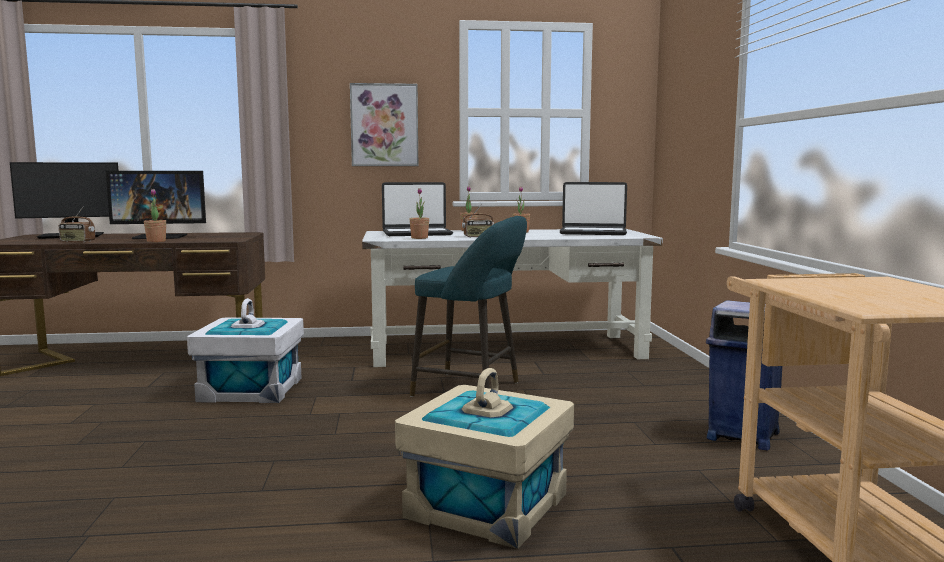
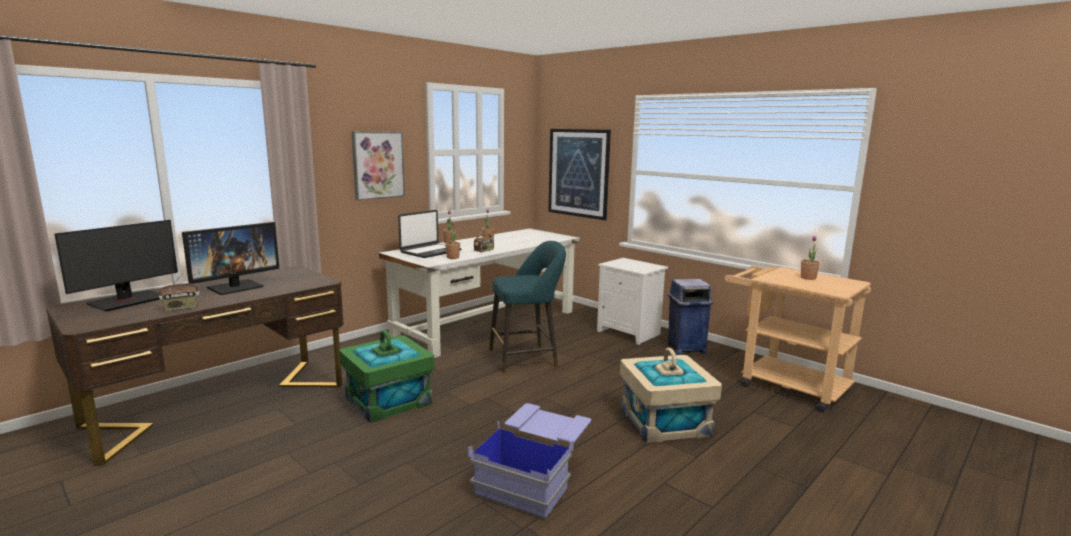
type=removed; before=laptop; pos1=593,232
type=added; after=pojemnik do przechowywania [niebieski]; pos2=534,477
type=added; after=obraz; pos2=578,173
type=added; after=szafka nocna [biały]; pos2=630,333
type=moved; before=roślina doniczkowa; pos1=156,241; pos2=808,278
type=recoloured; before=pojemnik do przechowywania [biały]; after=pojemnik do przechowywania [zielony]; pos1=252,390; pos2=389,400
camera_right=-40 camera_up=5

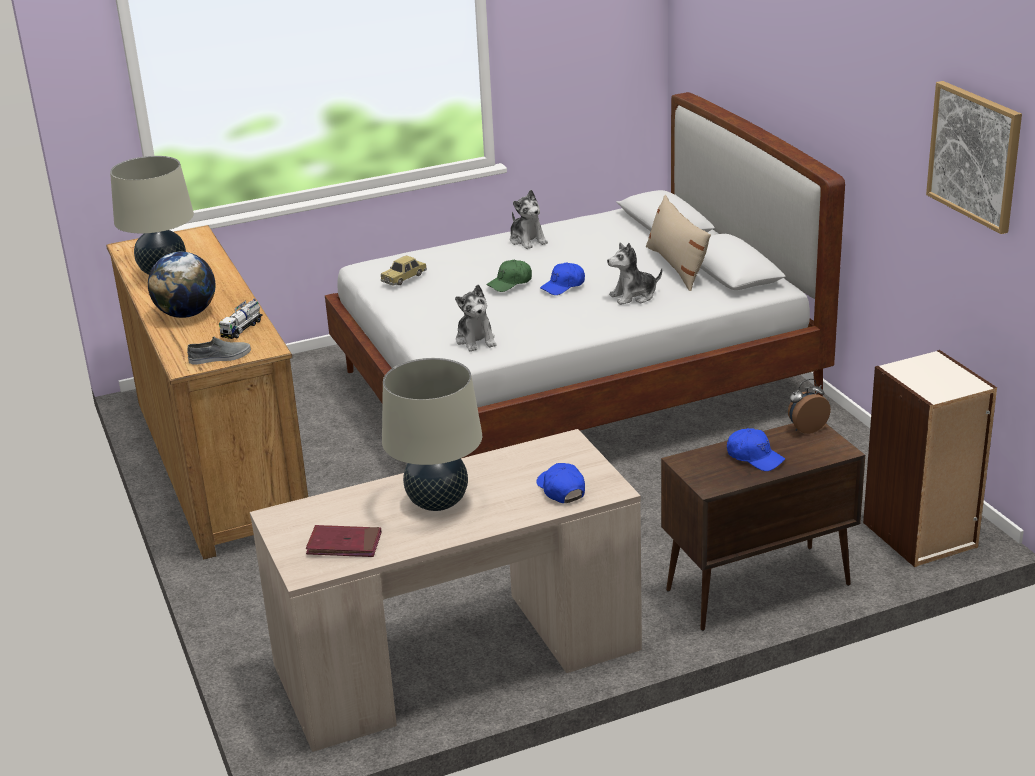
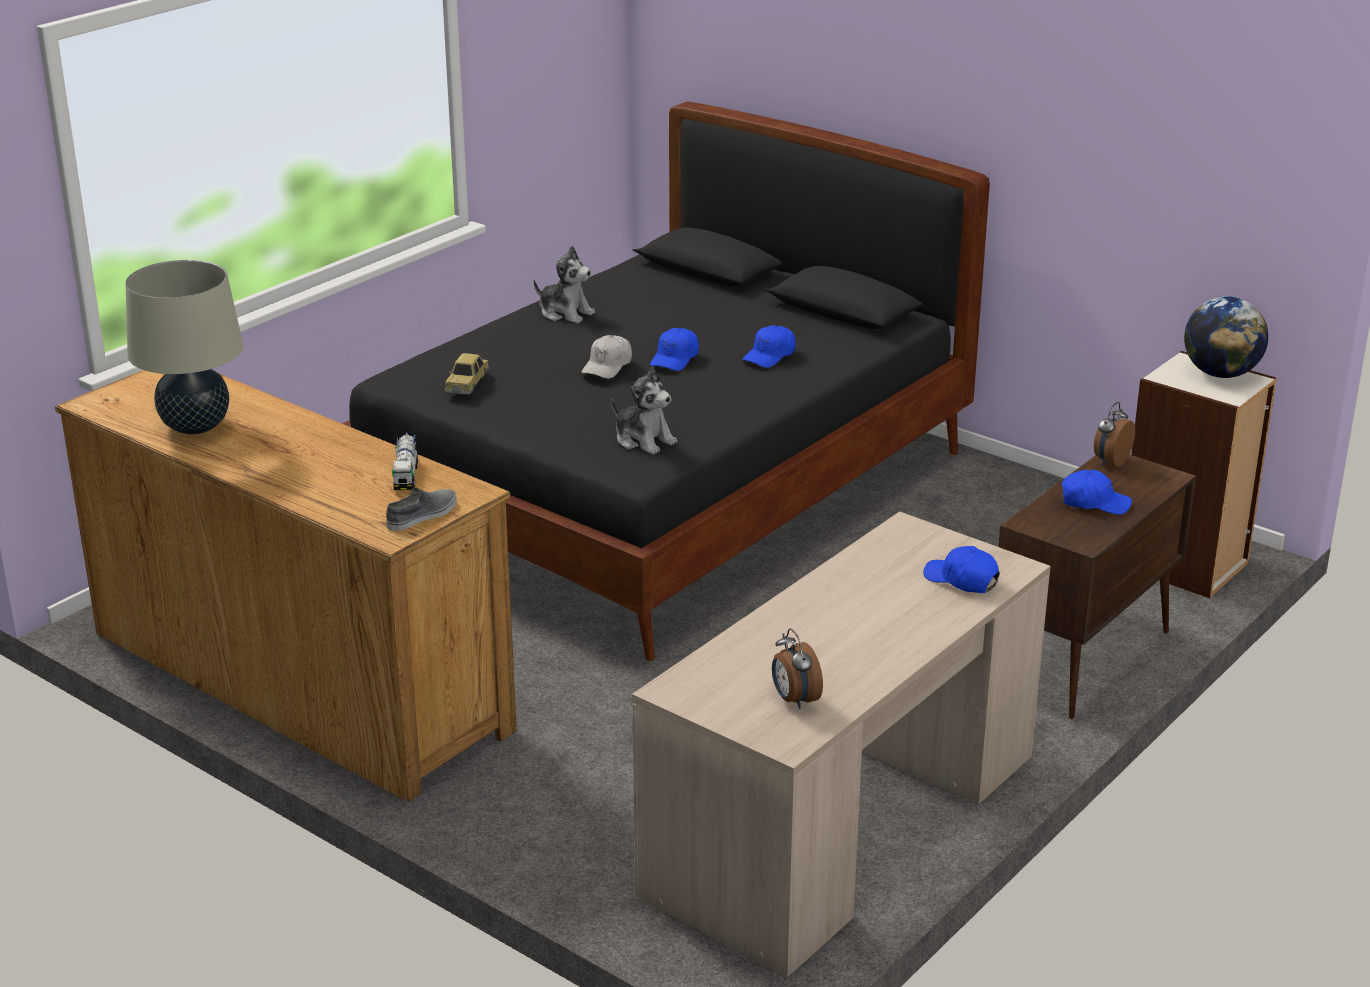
type=removed; before=lampa stołowa [beżowy]; pos1=437,502
type=removed; before=poduszka [beżowy]; pos1=677,267
type=removed; before=obraz; pos1=975,155
type=moved; before=globus; pos1=187,314; pos2=1221,374
type=replaced; before=książka [czerwony]; after=budzik; pos1=344,544; pos2=794,700
type=replaced; before=pluszak; after=czapka z daszkiem [niebieski]; pos1=634,296; pos2=770,356
type=recoloured; before=łóżko [biały]; after=łóżko [czarny]; pos1=574,390; pos2=667,493
type=recoloured; before=czapka z daszkiem [zielony]; after=czapka z daszkiem [biały]; pos1=510,283; pos2=608,366
camera_right=-30 camera_up=0

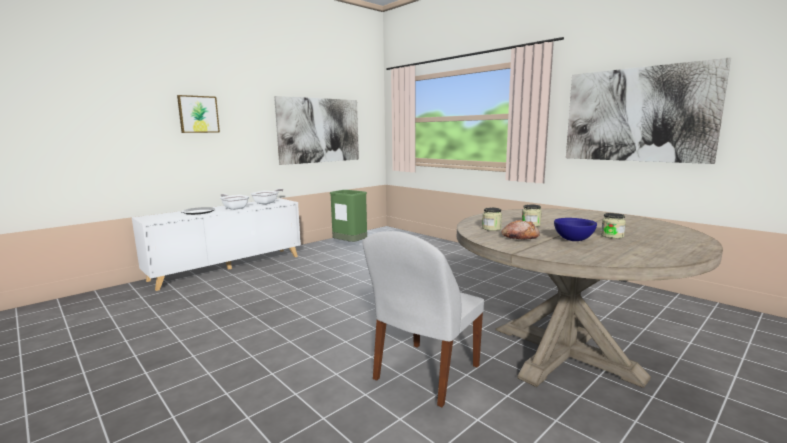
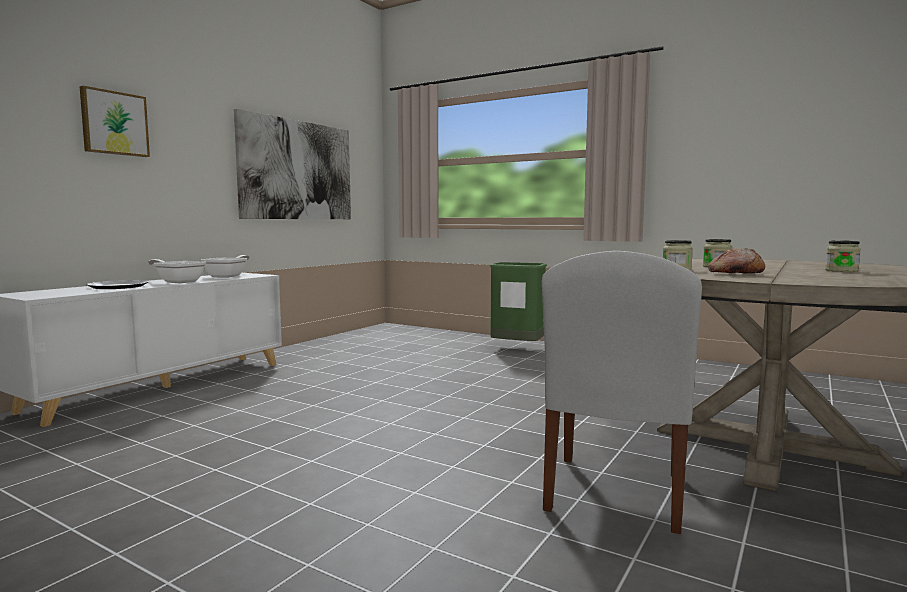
type=removed; before=miska [niebieski]; pos1=574,240
type=removed; before=obraz; pos1=637,115
type=moved; before=kosz na śmieci [zielony]; pos1=350,245; pos2=516,349
camera_right=-15 camera_up=-5

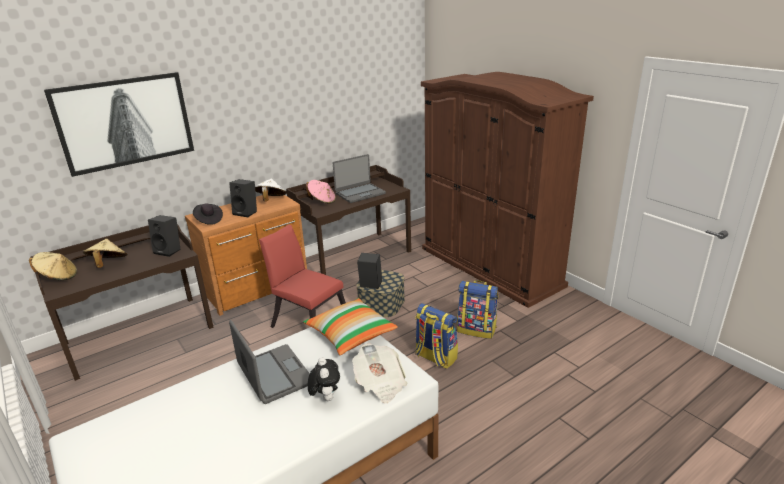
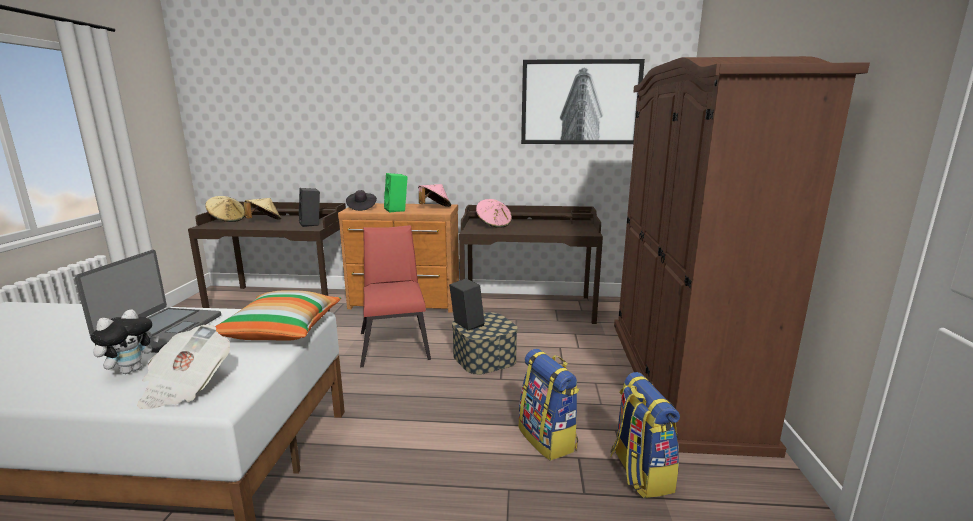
type=removed; before=laptop; pos1=360,193
type=moved; before=obraz; pos1=125,122; pos2=580,102
type=moved; before=plecak; pos1=435,357; pos2=640,472
type=recoloured; before=głośnik [czarny]; after=głośnik [zielony]; pos1=246,212; pos2=397,210
type=recoloured; before=kapelusz [biały]; after=kapelusz [różowy]; pos1=270,200; pos2=434,208
camera_right=40 camera_up=-10

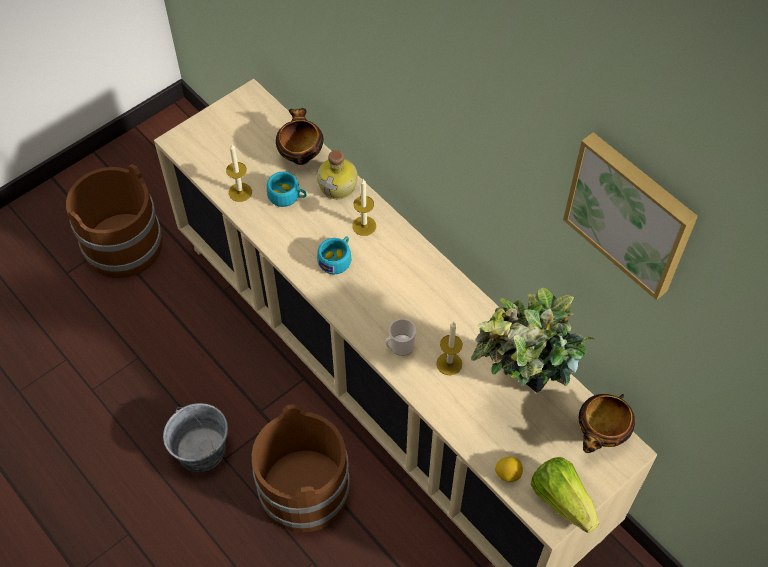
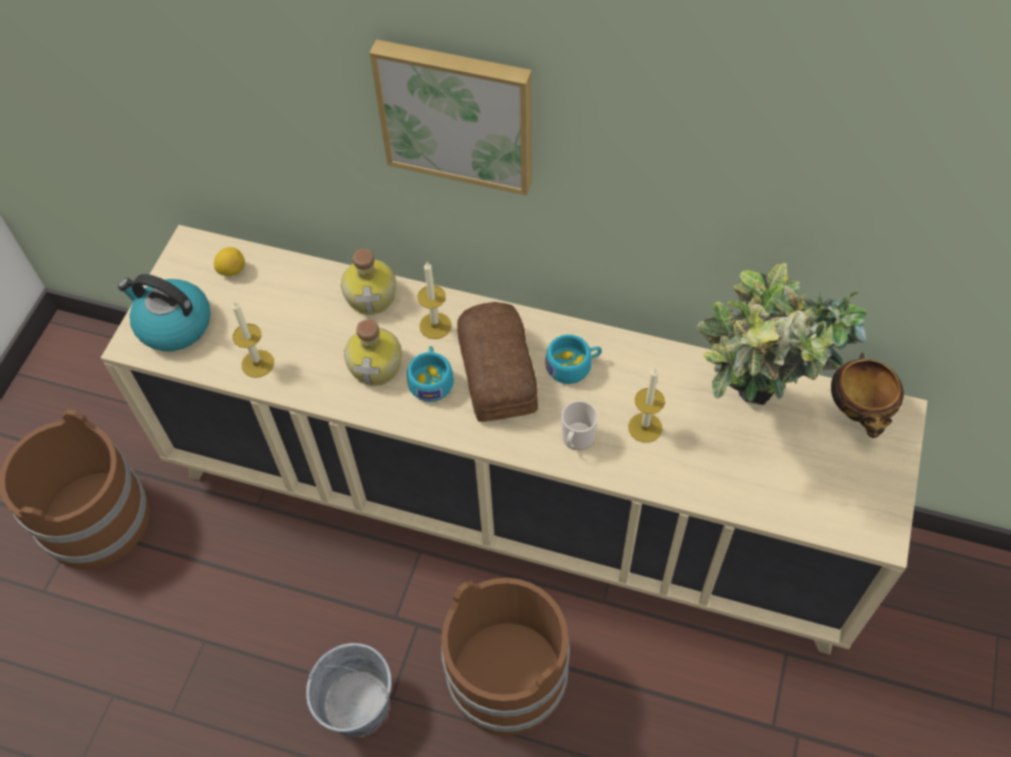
type=removed; before=miska; pos1=300,155
type=removed; before=sałata; pos1=562,500
type=added; after=czajnik; pos2=173,325
type=added; after=butelka; pos2=377,365
type=added; after=chleb; pos2=498,371
type=moved; before=filiżanka [turkusowy]; pos1=287,196; pos2=573,365
type=moved; before=cytryna; pos1=508,474; pos2=232,270
type=moved; before=obraz; pos1=631,213; pos2=457,114
camera_right=-30 camera_up=0

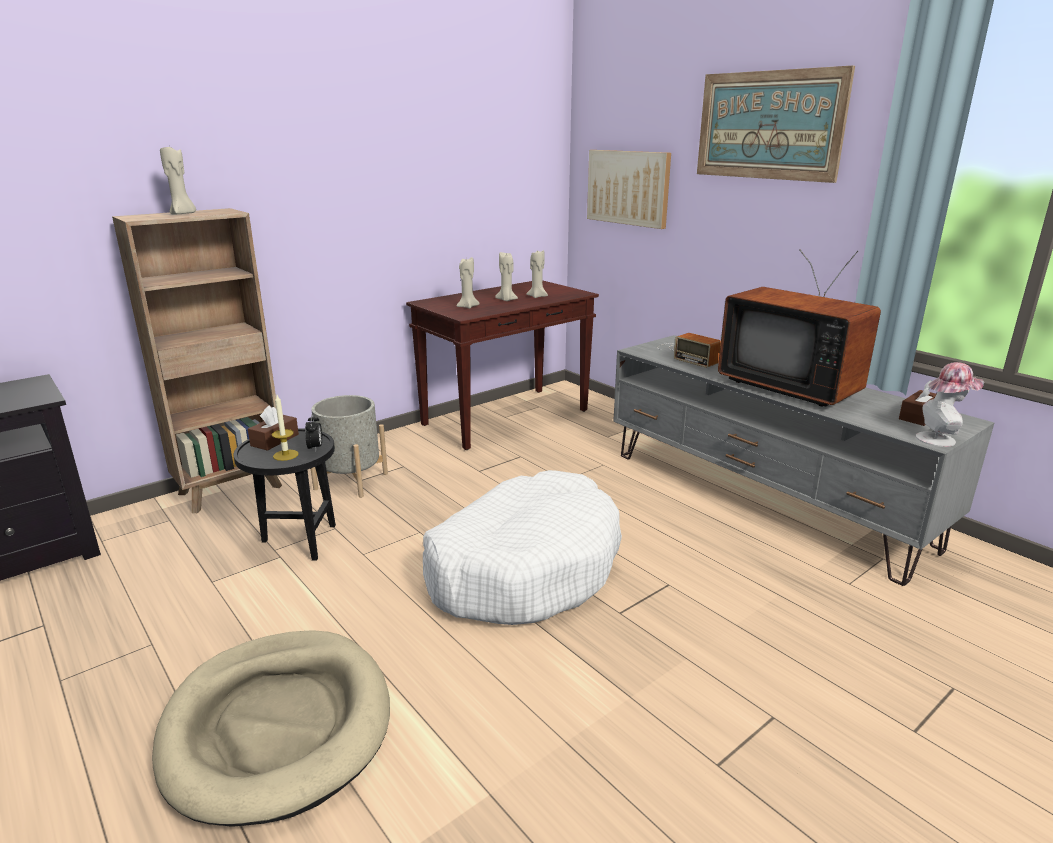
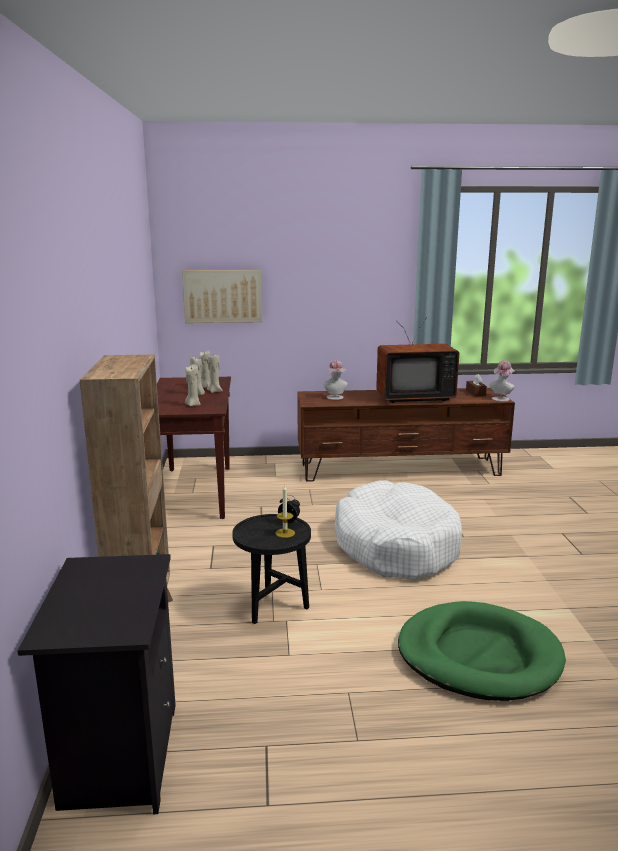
type=removed; before=pudełko chusteczek [brązowy]; pos1=275,440
type=removed; before=donica [szary]; pos1=351,481
type=removed; before=obraz; pos1=768,125
type=moved; before=świeca [beżowy]; pos1=183,214; pos2=215,391
type=replaced; before=radio; after=kapelusz; pos1=687,354; pos2=335,398
type=recoloured; before=legowisko [beżowy]; after=legowisko [zielony]; pos1=278,726; pos2=478,656
type=recoloured; before=szafka pod telewizor [szary]; after=szafka pod telewizor [brązowy]; pos1=763,498; pos2=400,469
camera_right=-55 camera_up=-5

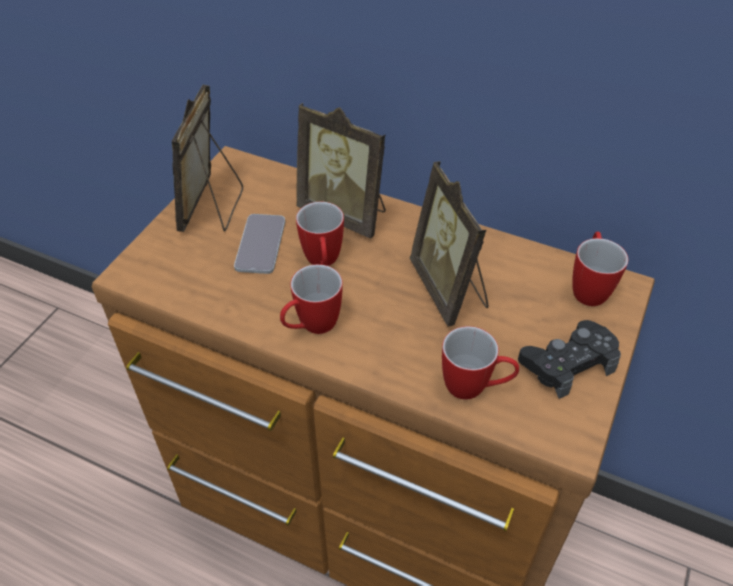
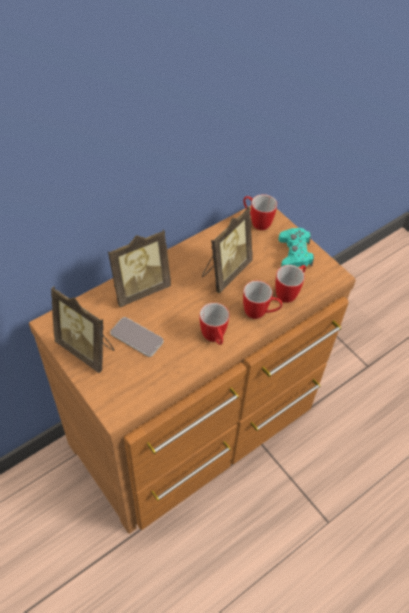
type=moved; before=kubek; pos1=323,263; pos2=260,313
type=recoloured; before=pad do gier [czarny]; after=pad do gier [turkusowy]; pos1=568,363; pos2=294,253
type=turned; before=ramka na zdjęcie; pos1=449,289; pos2=225,272; turn=-60
camera_right=-65 camera_up=5

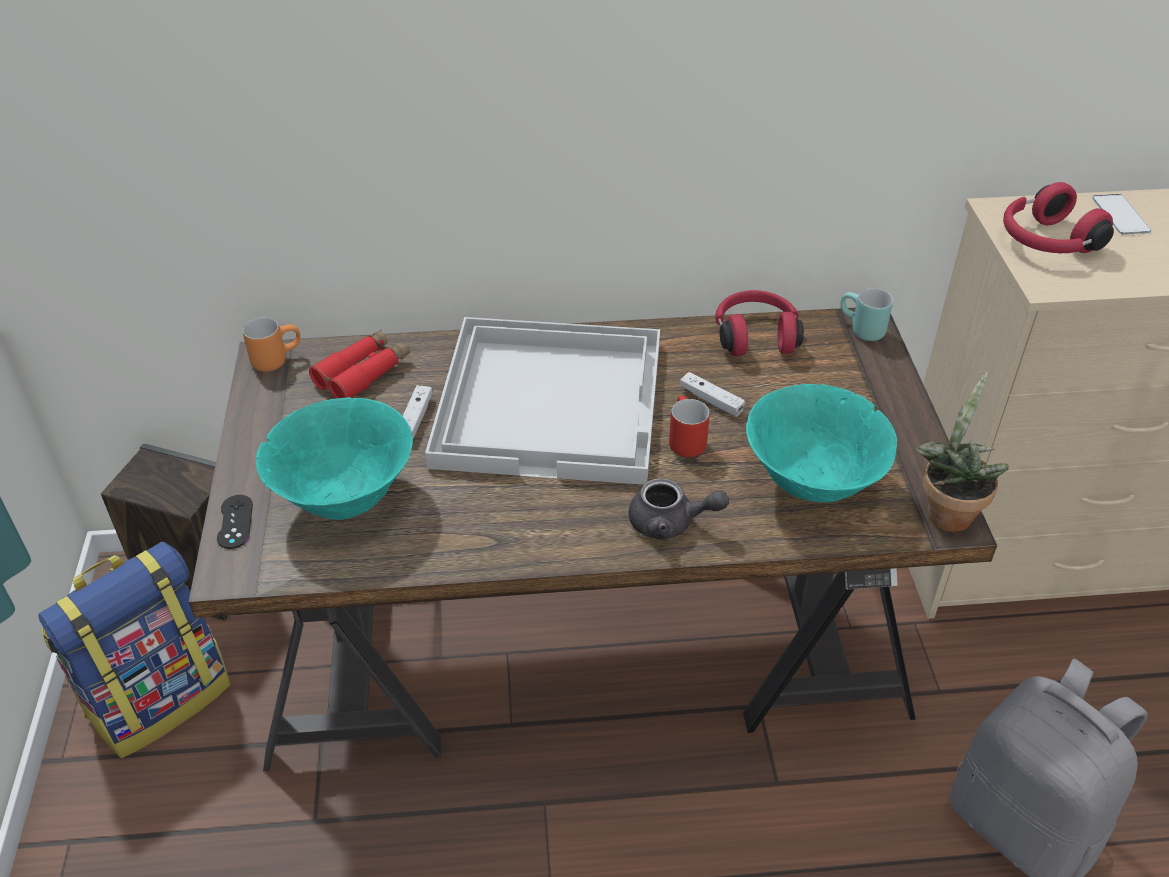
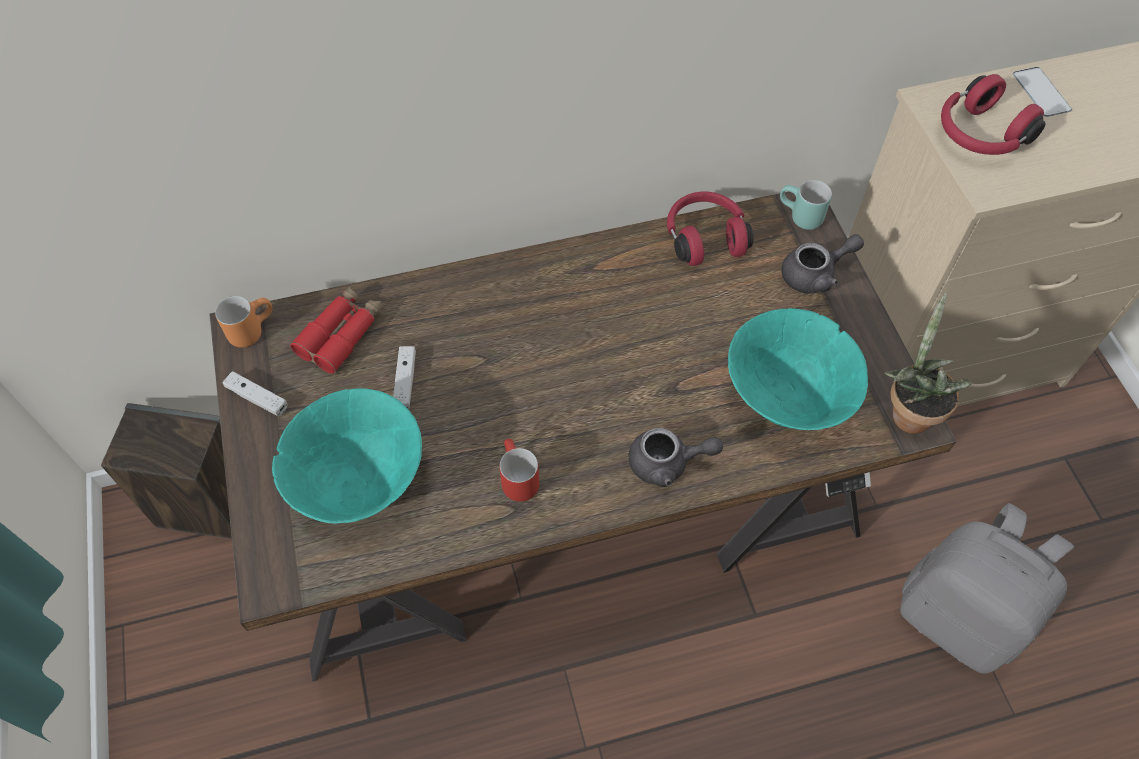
type=removed; before=plecak; pos1=159,698
type=removed; before=pad do gier [czarny]; pos1=235,522
type=removed; before=taca [biały]; pos1=552,401
type=added; after=imbryk [szary]; pos2=815,275
type=moved; before=kubek [czerwony]; pos1=682,440; pos2=515,479
type=moved; before=pad do gier [biały]; pos1=711,400; pos2=257,398
camera_right=-10 camera_up=15

